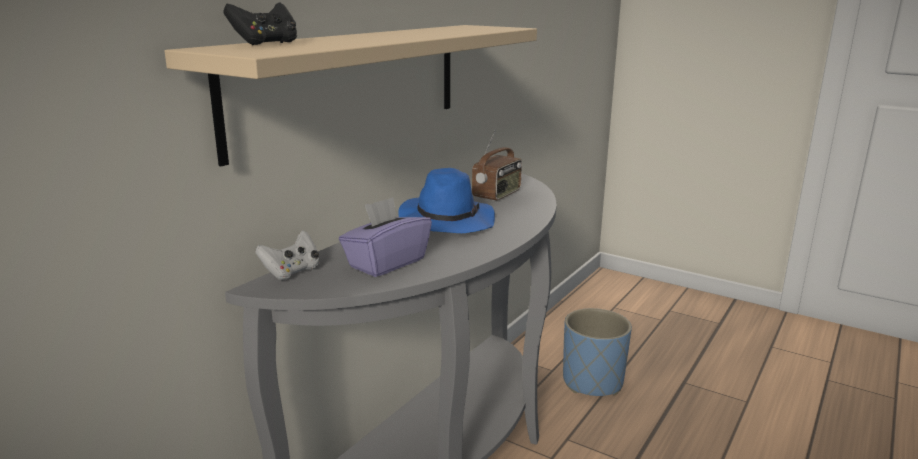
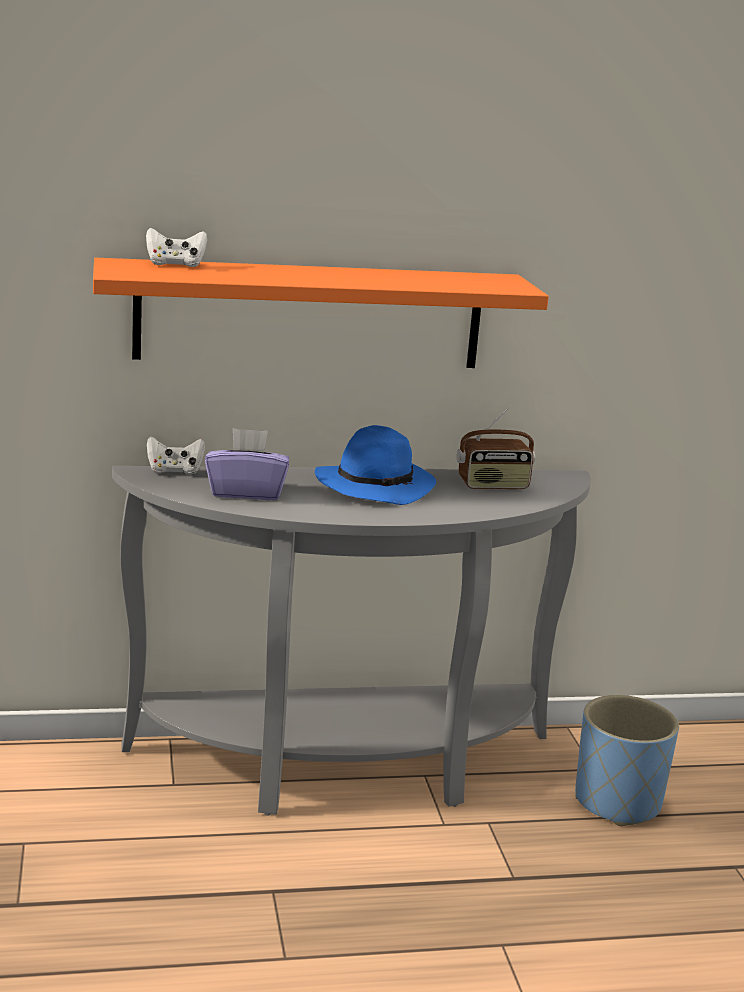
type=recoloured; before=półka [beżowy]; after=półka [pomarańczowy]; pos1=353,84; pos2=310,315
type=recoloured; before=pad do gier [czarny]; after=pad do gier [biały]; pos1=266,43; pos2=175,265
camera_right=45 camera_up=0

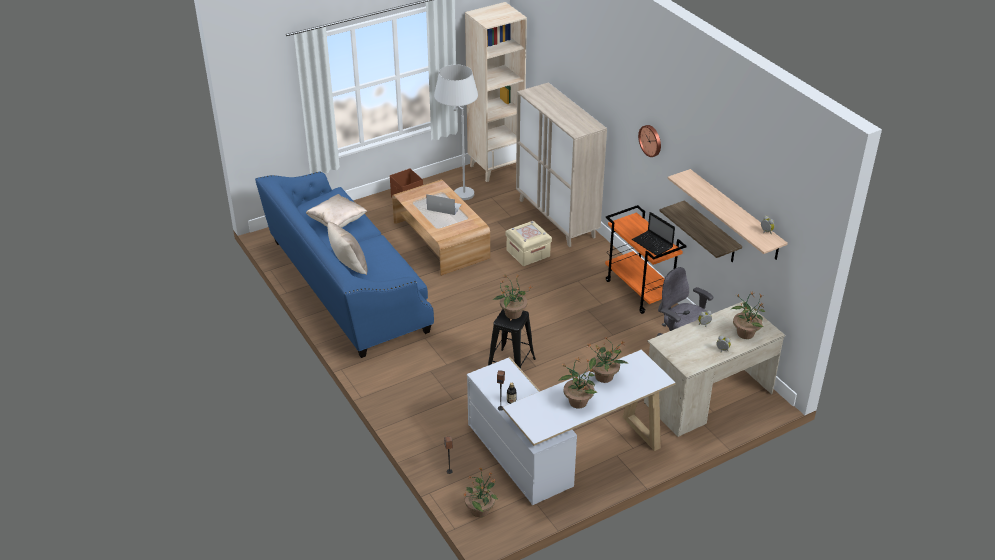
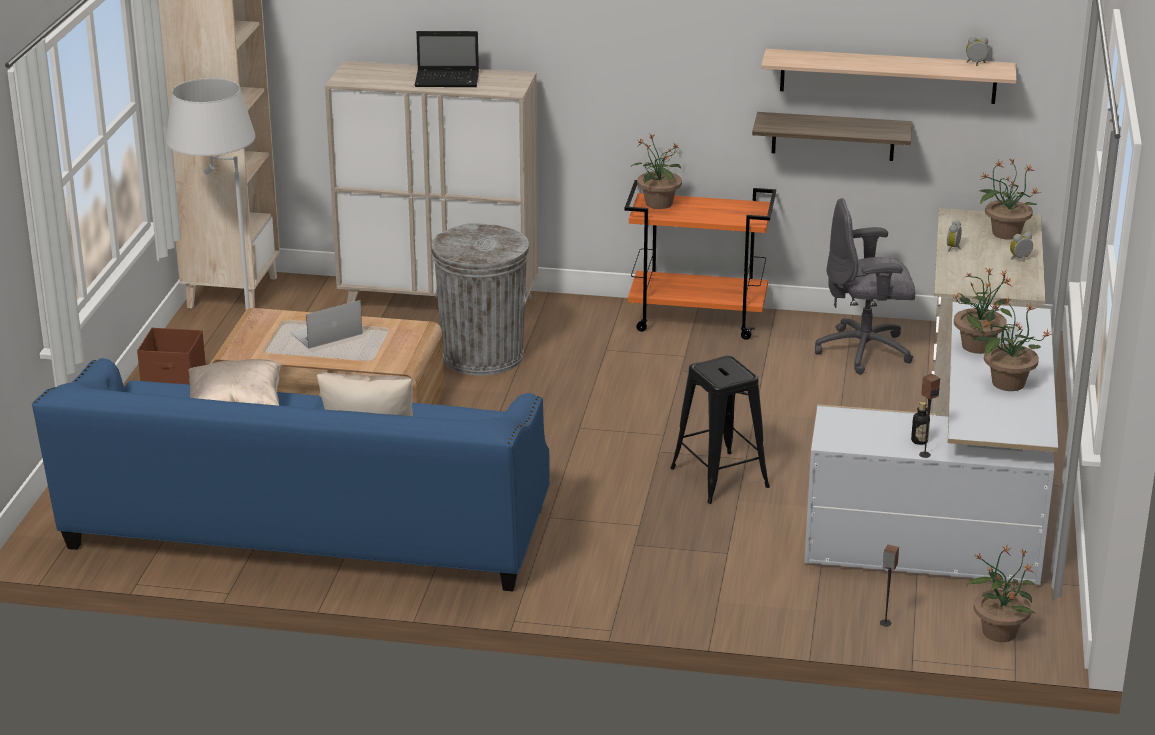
type=removed; before=zegar ścienny; pos1=651,140
type=moved; before=roślina doniczkowa; pos1=512,313; pos2=658,204
type=moved; before=laptop; pos1=653,244; pos2=448,80
type=replaced; before=pojemnik do przechowywania [beżowy]; after=kosz na śmieci [szary]; pos1=528,253; pos2=482,356
camera_right=-50 camera_up=-10

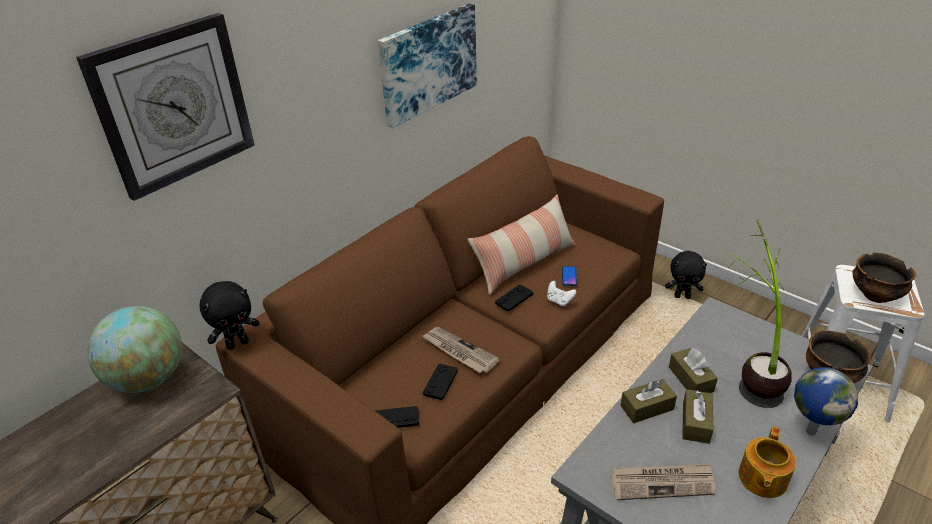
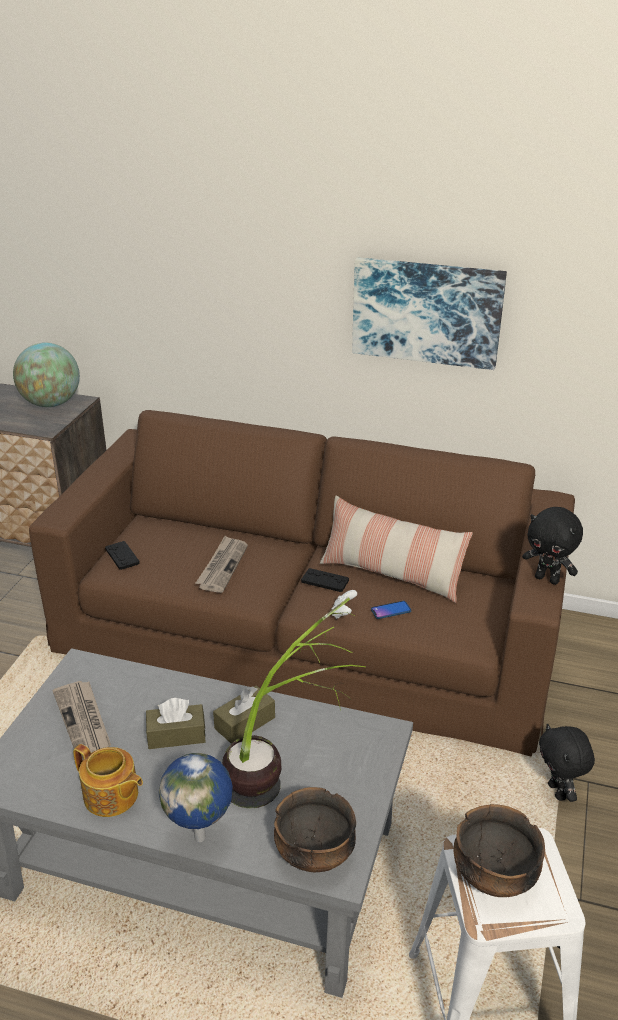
type=removed; before=zegar ścienny; pos1=173,105
type=removed; before=pad do gier [czarny]; pos1=440,382
type=removed; before=pudełko chusteczek [brązowy]; pos1=647,407
type=moved; before=pluszak [czarny]; pos1=238,343; pos2=547,579
type=turned; before=imbryk; pos1=761,478; pos2=111,796; turn=-150
camera_right=65 camera_up=-5

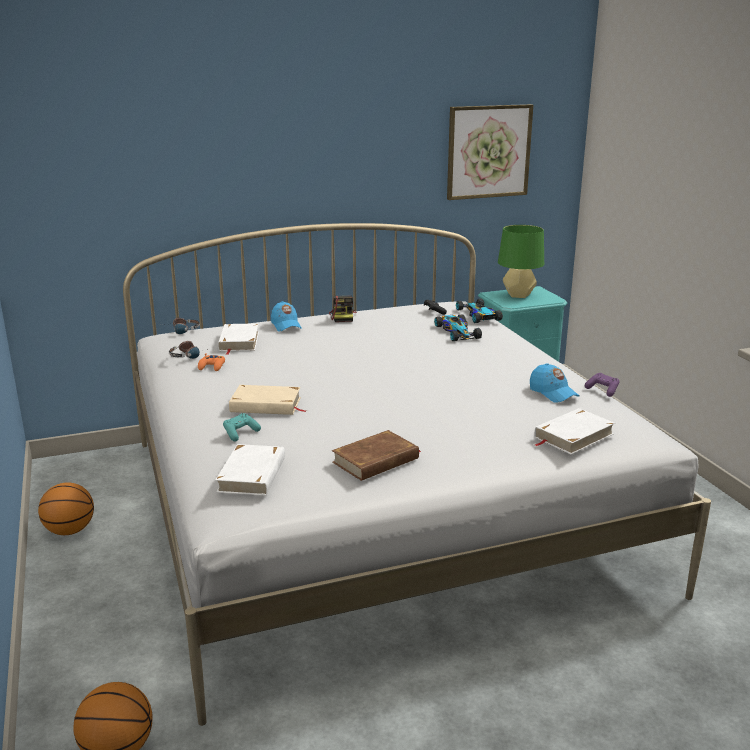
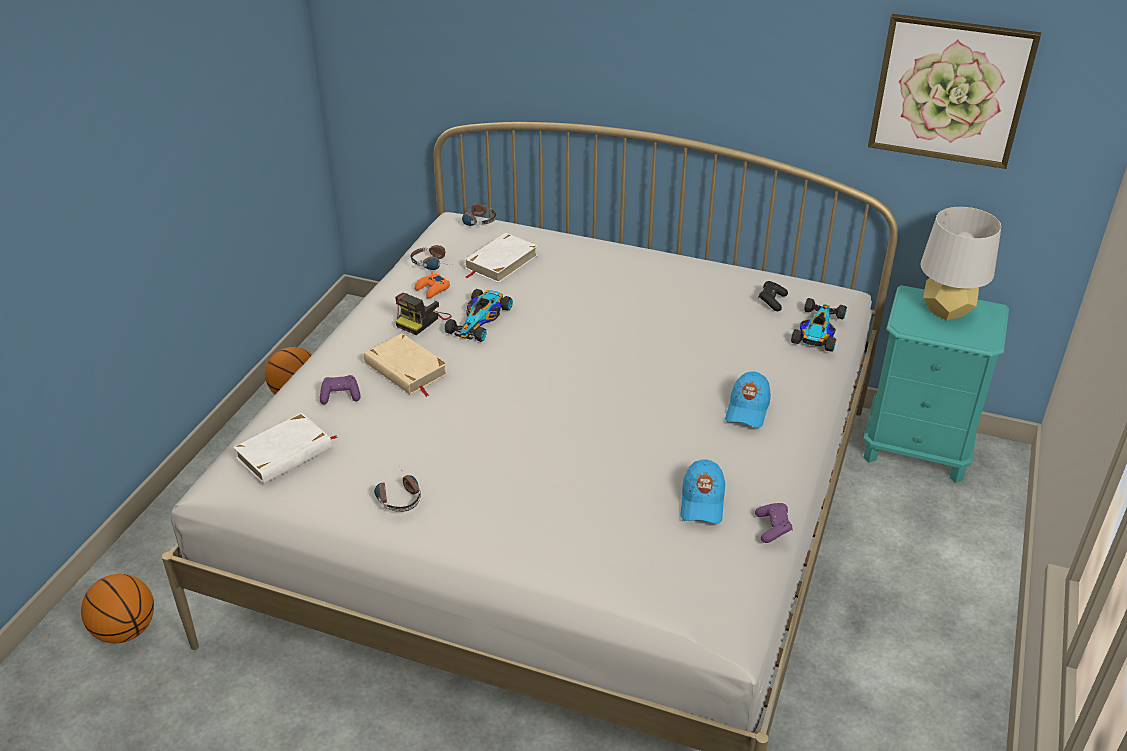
type=removed; before=książka [biały]; pos1=573,436
type=moved; before=czapka z daszkiem [niebieski]; pos1=286,325; pos2=747,409
type=moved; before=aparat fotograficzny; pos1=343,317; pos2=422,320
type=moved; before=samochodzik; pos1=457,332; pos2=480,319
type=replaced; before=książka [brązowy]; after=słuchawki; pos1=376,460; pos2=397,495
type=recoloured; before=pad do gier [turkusowy]; after=pad do gier [fioletowy]; pos1=240,433; pos2=340,396
type=recoloured; before=lampa stołowa [zielony]; after=lampa stołowa [szary]; pos1=518,295; pos2=946,311
camera_right=40 camera_up=15

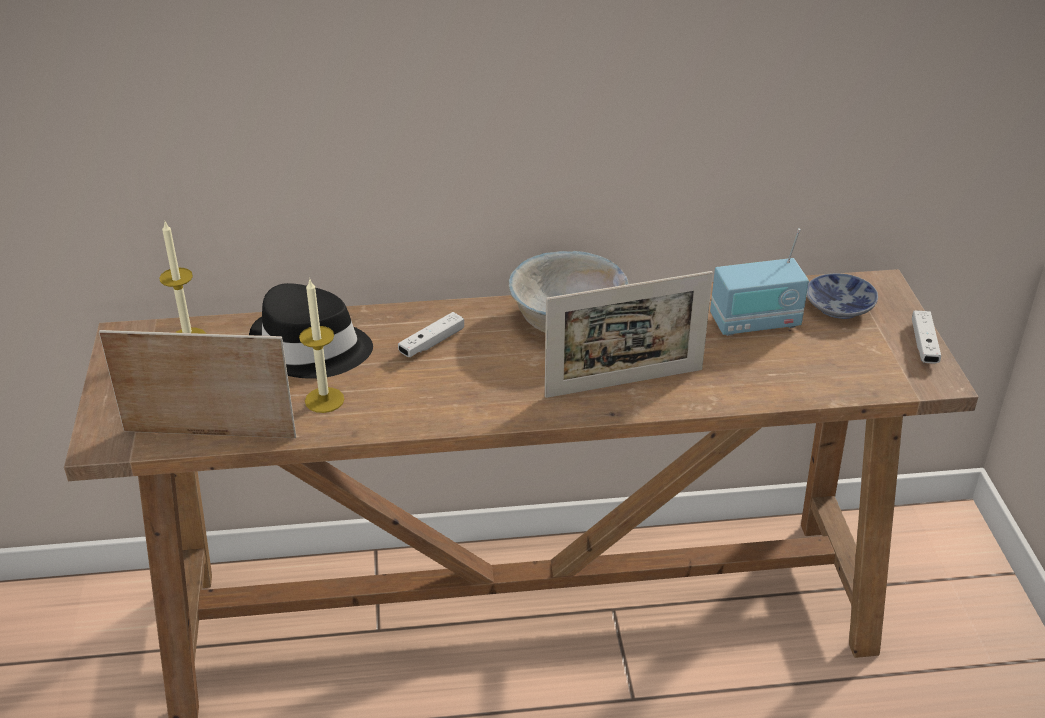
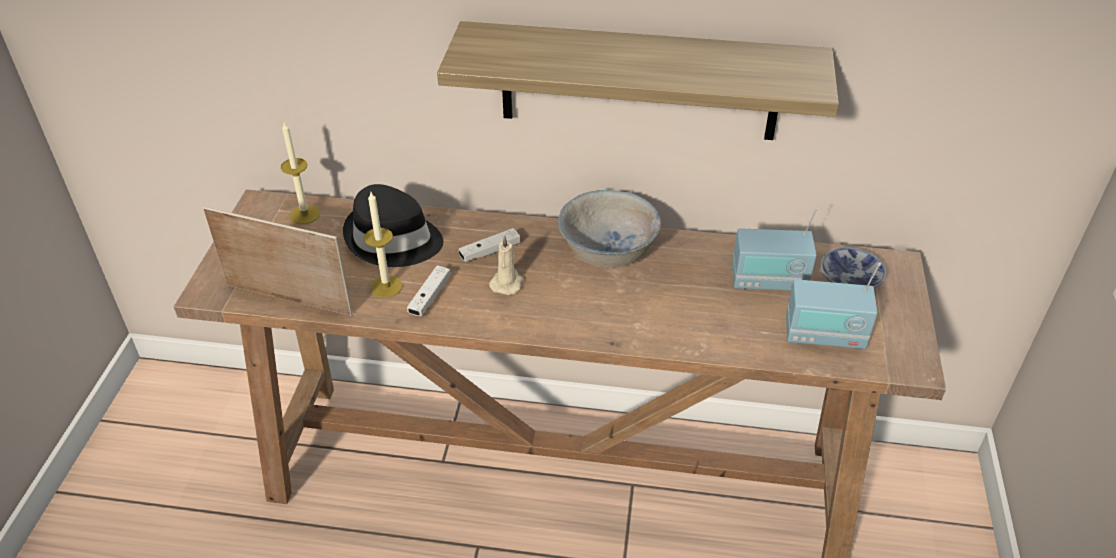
type=removed; before=ramka na zdjęcie; pos1=624,383
type=added; after=półka; pos2=639,82
type=added; after=świeca [beżowy]; pos2=507,283
type=added; after=radio; pos2=824,336
type=moved; before=pad do gier [biały]; pos1=924,344; pos2=430,297
camera_right=15 camera_up=5

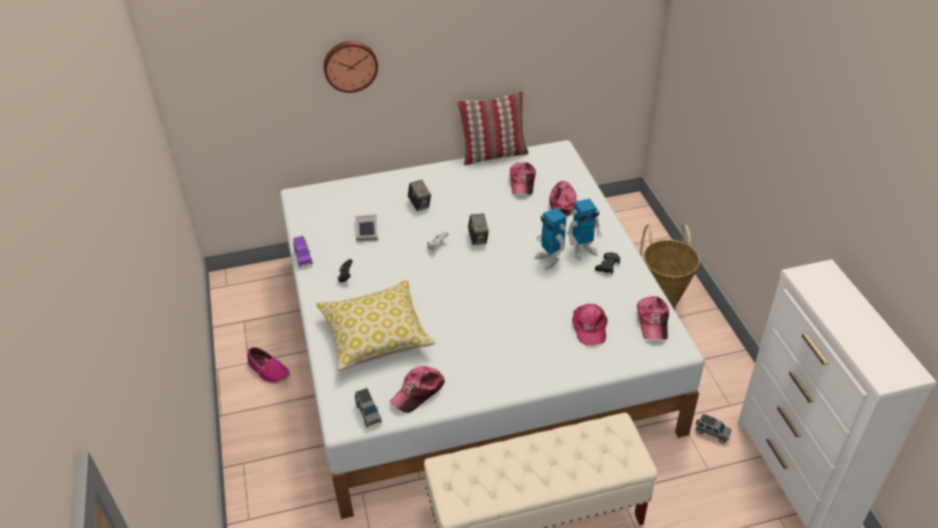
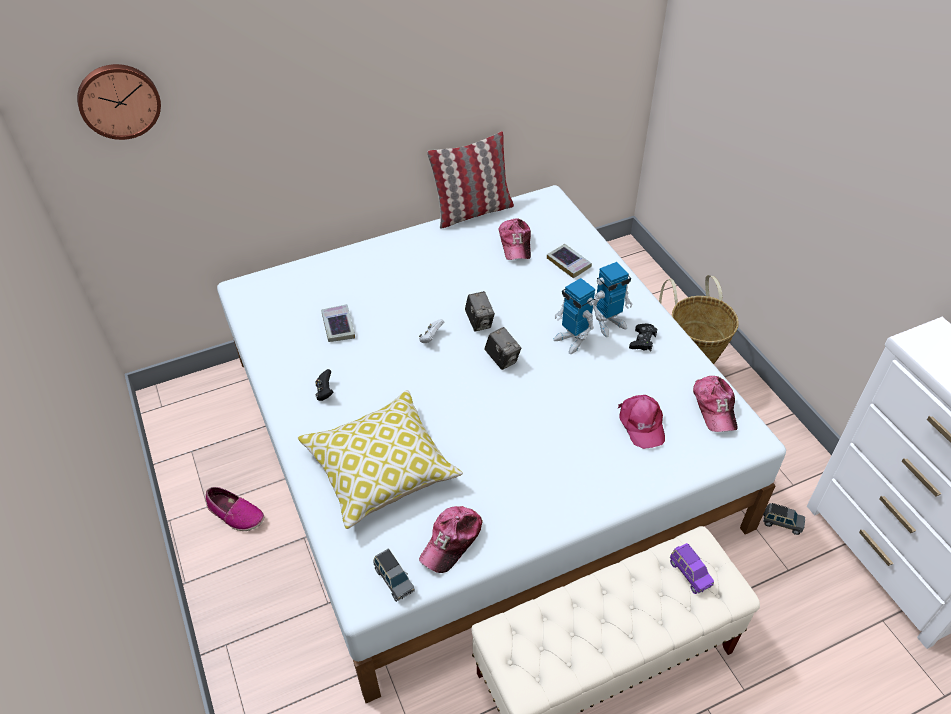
type=moved; before=samochodzik [fioletowy]; pos1=303,257; pos2=689,573
type=moved; before=zegar ścienny; pos1=350,65; pos2=119,100
type=moved; before=aparat fotograficzny; pos1=420,204; pos2=502,359
type=replaced; before=czapka z daszkiem; after=książka; pos1=562,201; pos2=568,263
camera_right=-10 camera_up=5

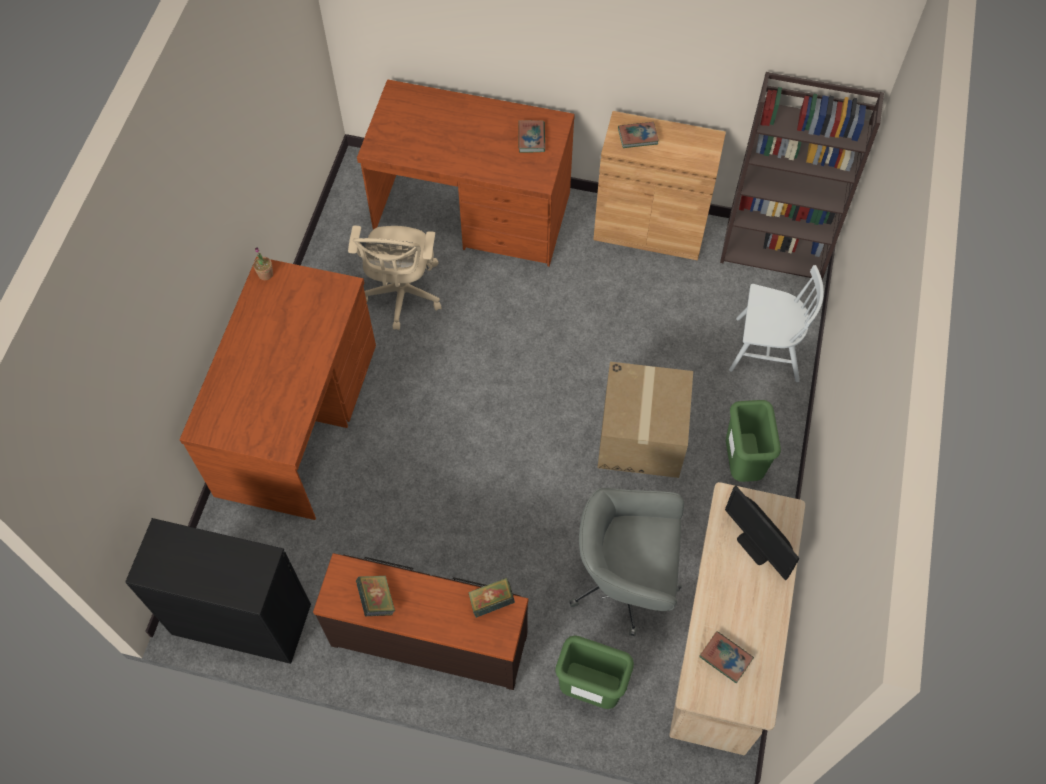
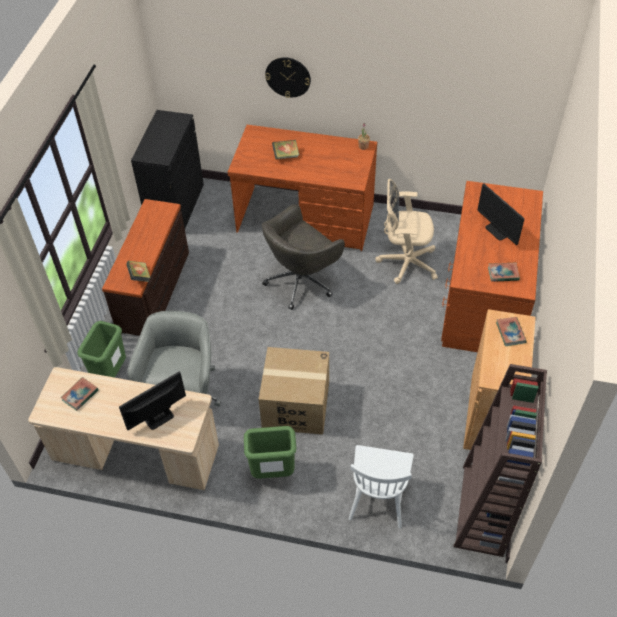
type=added; after=krzesło biurowe [szary]; pos2=301,280
type=added; after=zegar ścienny; pos2=288,77
type=added; after=monitor; pos2=497,231
type=moved; before=książka; pos1=377,600; pos2=286,155
camera_right=90 camera_up=-10

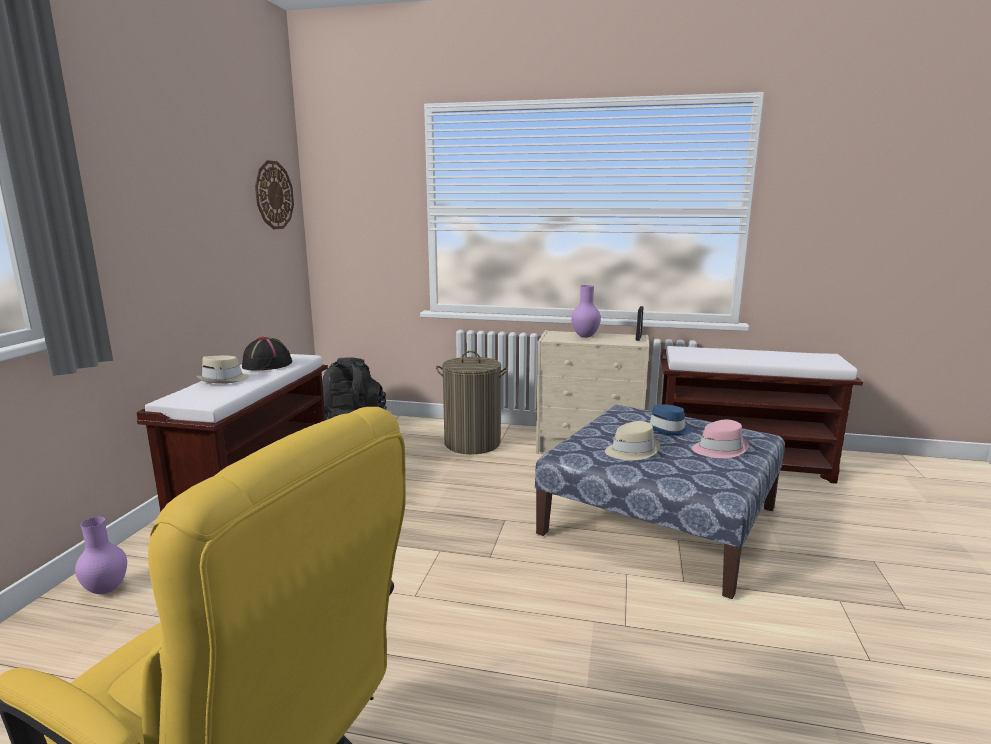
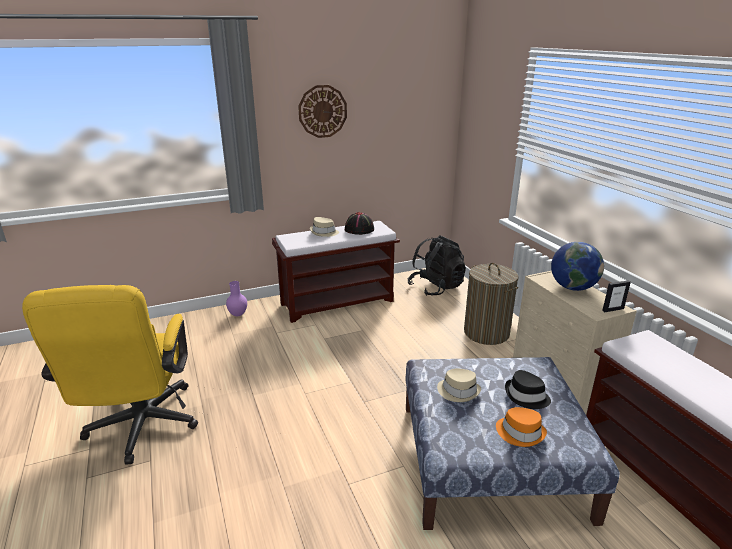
type=moved; before=zegar ścienny; pos1=274,195; pos2=322,111
type=replaced; before=wazon [fioletowy]; after=globus; pos1=584,336; pos2=572,287
type=recoloured; before=kapelusz [niebieski]; after=kapelusz [czarny]; pos1=669,429; pos2=526,396
type=recoloured; before=kapelusz [różowy]; after=kapelusz [pomarańczowy]; pos1=719,449; pos2=520,432
camera_right=55 camera_up=10

